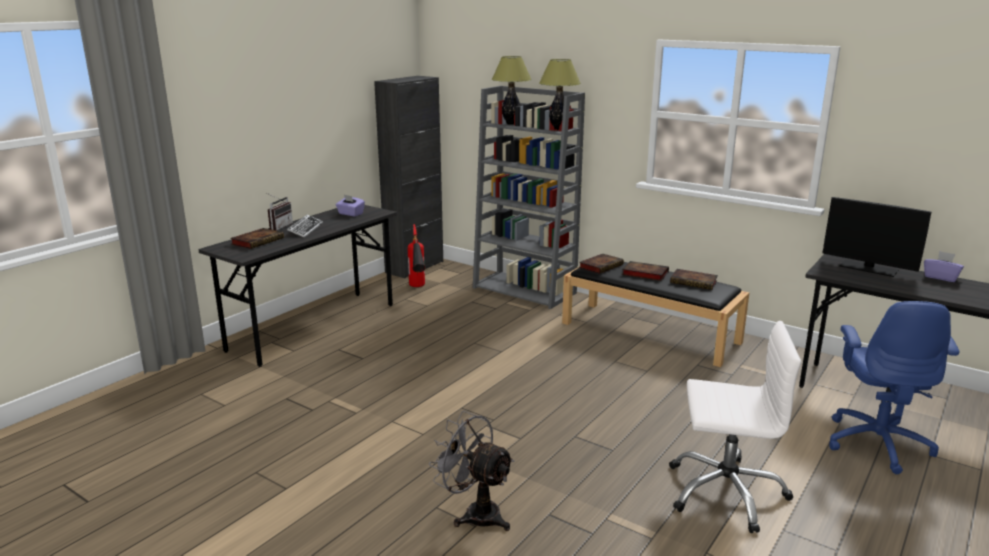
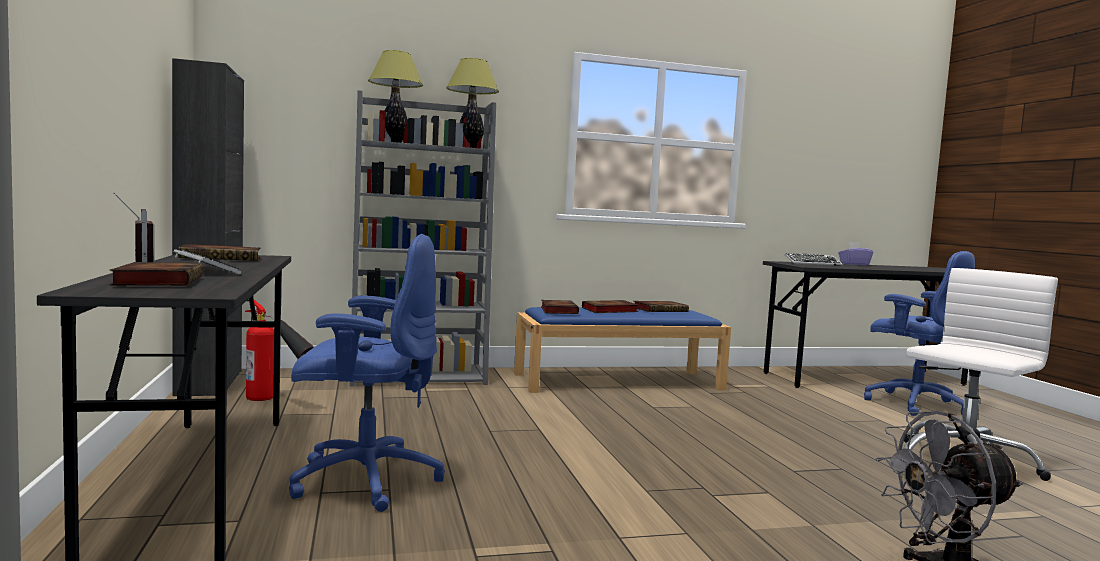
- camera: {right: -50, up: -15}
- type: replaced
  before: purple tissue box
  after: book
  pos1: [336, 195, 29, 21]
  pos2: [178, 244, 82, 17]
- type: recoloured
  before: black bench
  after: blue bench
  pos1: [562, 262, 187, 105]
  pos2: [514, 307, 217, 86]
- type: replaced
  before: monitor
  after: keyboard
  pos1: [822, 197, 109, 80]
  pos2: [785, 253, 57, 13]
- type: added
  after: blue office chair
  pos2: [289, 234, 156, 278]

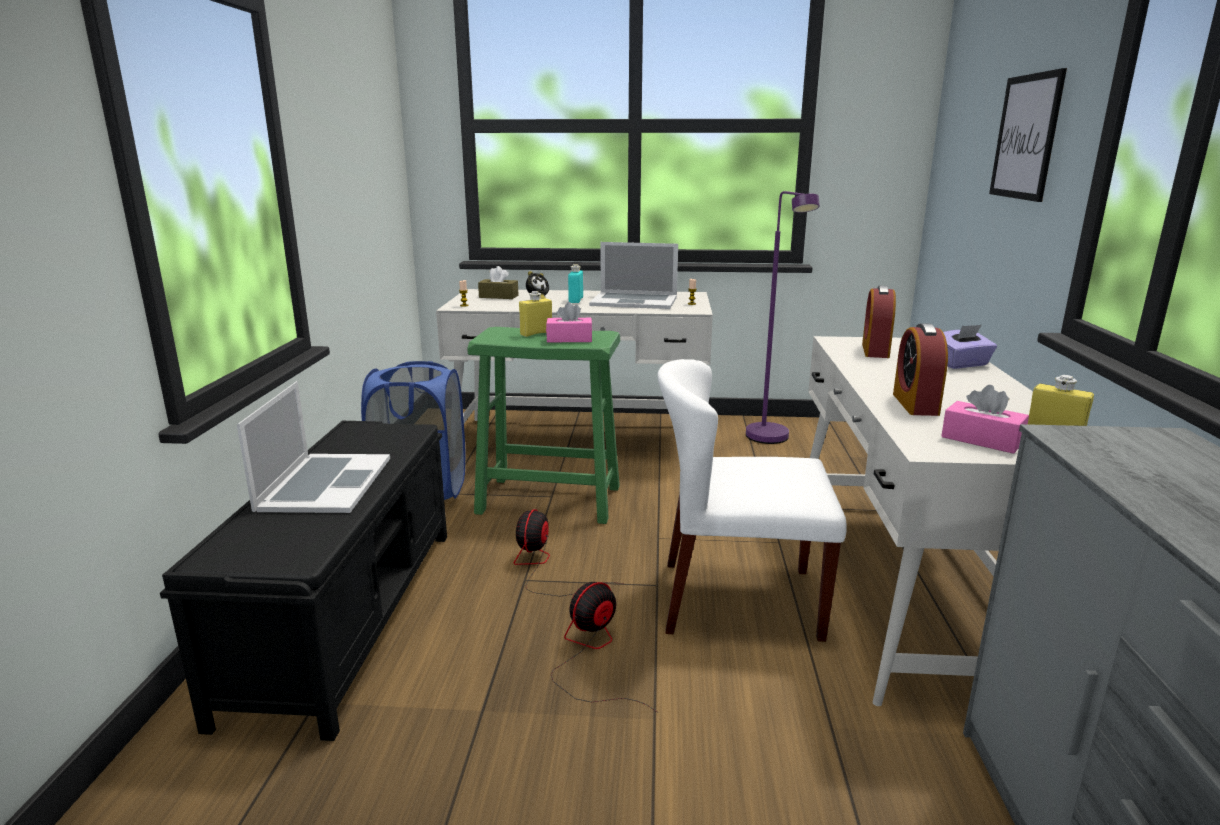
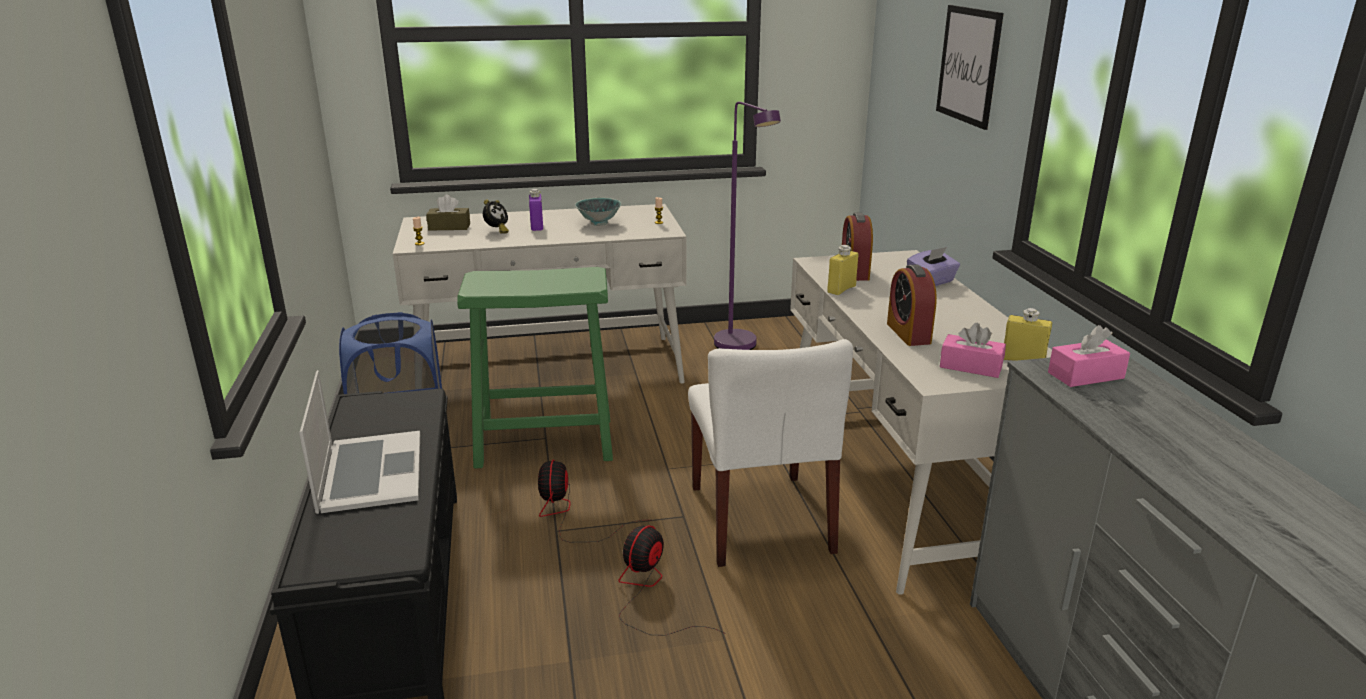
- camera: {right: -15, up: 5}
- type: moved
  before: yellow bottle
  pos1: [519, 291, 33, 46]
  pos2: [827, 245, 31, 50]
- type: moved
  before: pink tissue box
  pos1: [546, 302, 46, 41]
  pos2: [1048, 325, 82, 62]
- type: recoloured
  before: turquoise bottle
  after: purple bottle
  pos1: [568, 264, 15, 39]
  pos2: [529, 189, 14, 42]
- type: replaced
  before: laptop
  after: bowl
  pos1: [589, 242, 89, 67]
  pos2: [575, 198, 46, 28]
- type: turned
  before: white chair
  pos1: [657, 359, 190, 283]
  pos2: [688, 339, 165, 228]
  turn: -90

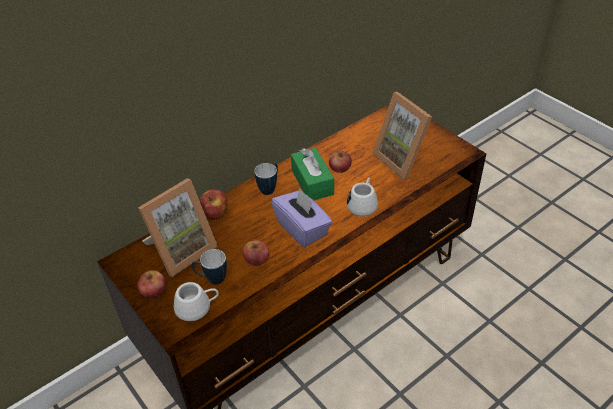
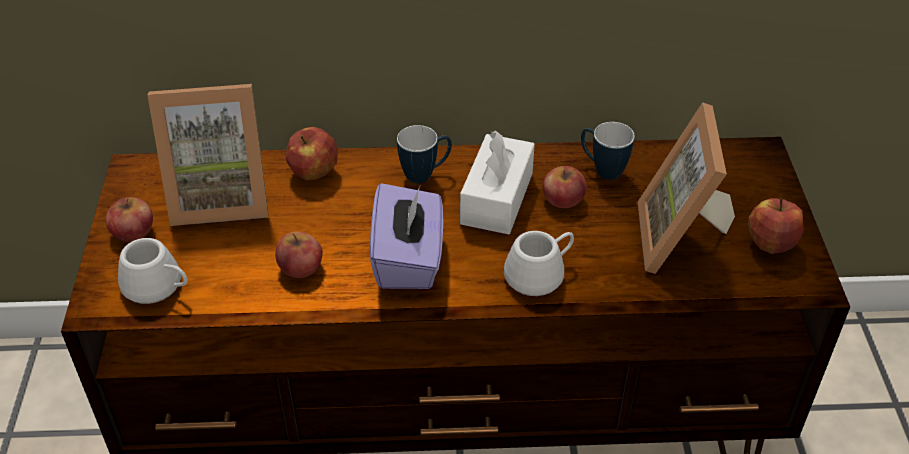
- camera: {right: 35, up: 0}
- type: moved
  before: mug
  pos1: [191, 249, 36, 36]
  pos2: [581, 122, 54, 58]
- type: recoloured
  before: green tissue box
  after: white tissue box
  pos1: [291, 148, 43, 53]
  pos2: [460, 130, 75, 104]
- type: added
  after: apple
  pos2: [748, 198, 56, 56]

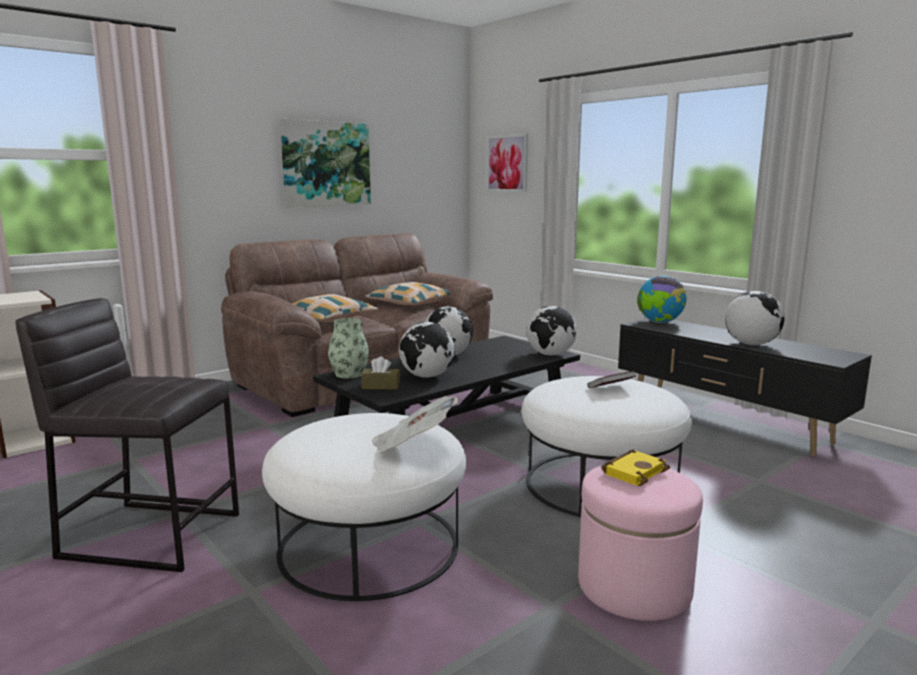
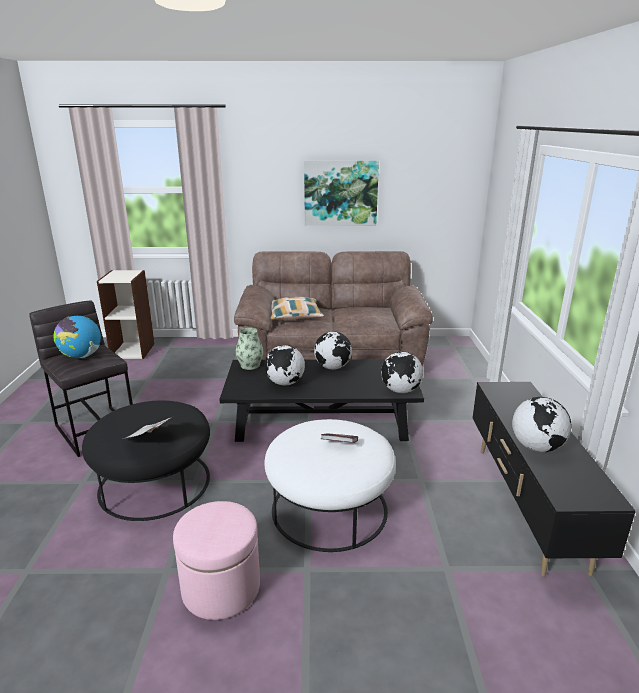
- camera: {right: 40, up: 10}
- type: recoloured
  before: white ottoman
  after: black ottoman
  pos1: [262, 413, 204, 188]
  pos2: [82, 401, 128, 120]
- type: removed
  before: brown tissue box
  pos1: [361, 356, 39, 34]
- type: removed
  before: pillow
  pos1: [365, 282, 85, 23]
- type: removed
  before: picture
  pos1: [487, 134, 41, 58]
- type: removed
  before: yellow book
  pos1: [601, 449, 69, 37]
- type: moved
  before: globe
  pos1: [637, 276, 49, 47]
  pos2: [53, 316, 48, 42]

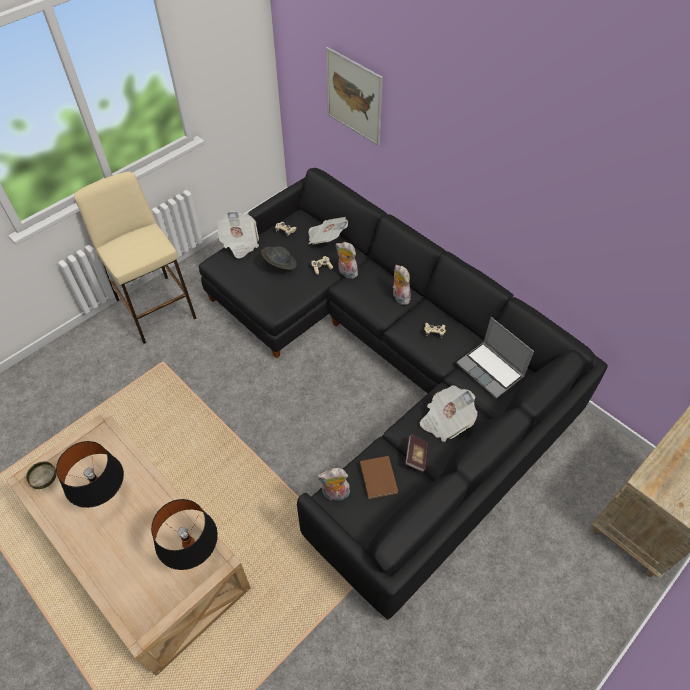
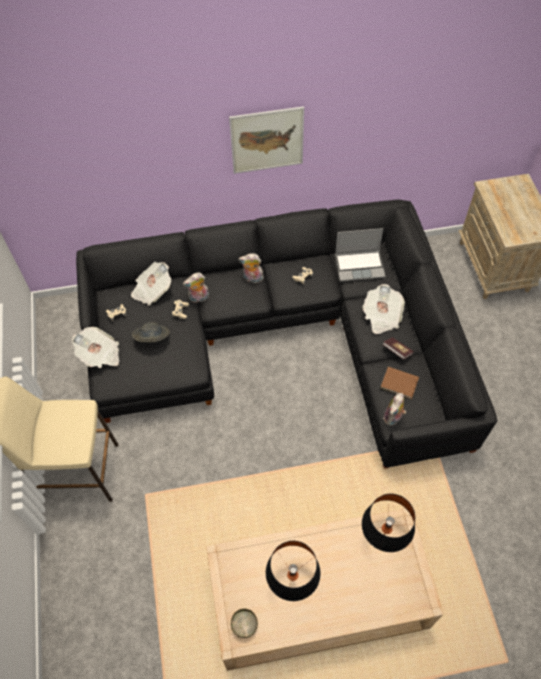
- camera: {right: -55, up: 5}
- type: moved
  before: picture
  pos1: [326, 47, 57, 99]
  pos2: [229, 106, 75, 68]

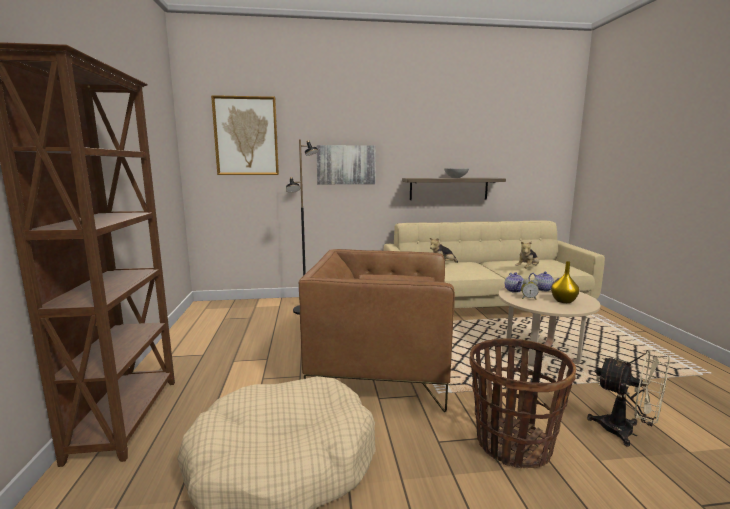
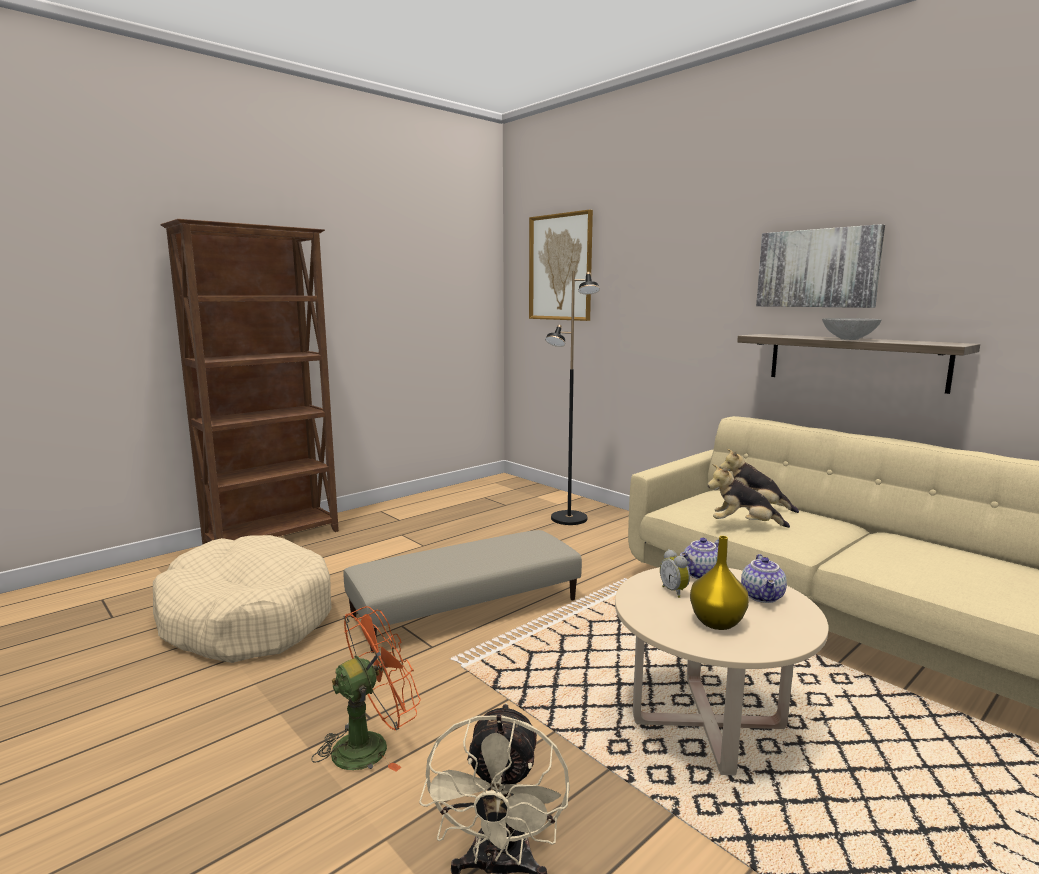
- camera: {right: 55, up: 0}
- type: replaced
  before: brown armchair
  after: beige ottoman
  pos1: [299, 249, 156, 163]
  pos2: [343, 530, 239, 123]
- type: moved
  before: picture
  pos1: [316, 145, 60, 39]
  pos2: [756, 224, 129, 84]
- type: replaced
  before: basket
  after: orange fan
  pos1: [470, 338, 106, 130]
  pos2: [311, 606, 110, 166]
- type: moved
  before: plush toy
  pos1: [515, 241, 24, 28]
  pos2: [707, 464, 83, 64]

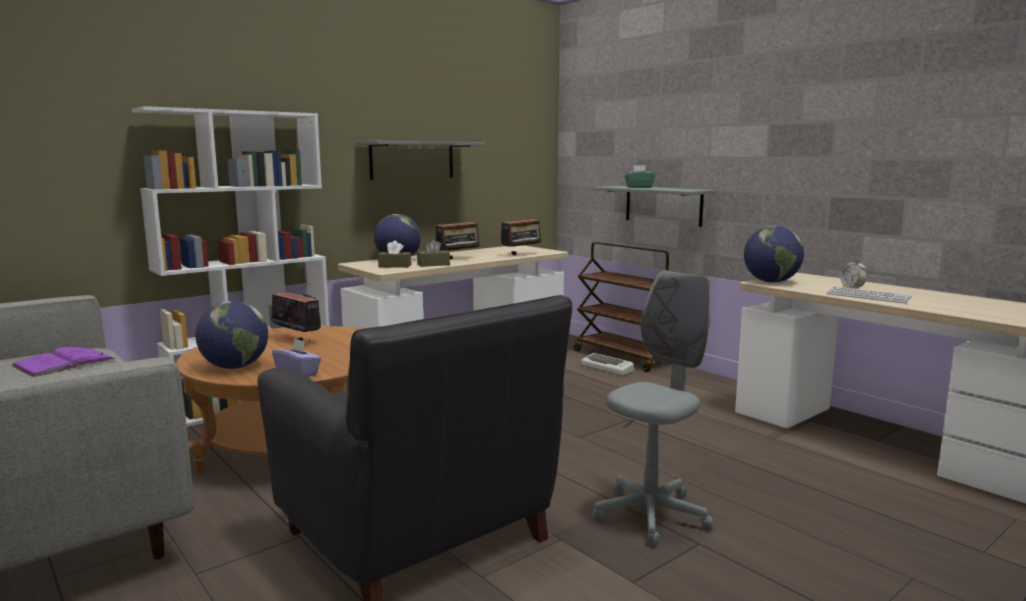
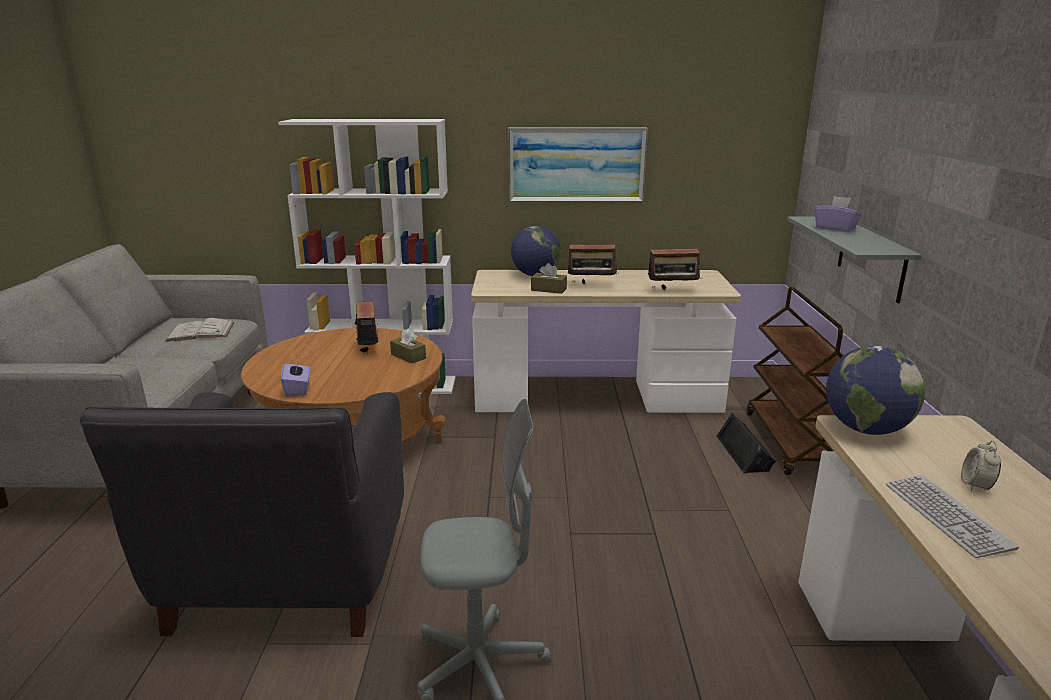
- camera: {right: 40, up: 10}
- type: recoloured
  before: purple book
  after: white book
  pos1: [11, 347, 104, 30]
  pos2: [165, 318, 69, 24]
- type: removed
  before: globe
  pos1: [196, 301, 72, 68]
- type: replaced
  before: grey shelf
  after: picture
  pos1: [356, 141, 130, 39]
  pos2: [509, 128, 139, 75]
- type: moved
  before: brown tissue box
  pos1: [378, 240, 33, 28]
  pos2: [390, 329, 36, 35]
- type: replaced
  before: keyboard
  after: black speaker
  pos1: [581, 353, 53, 23]
  pos2: [716, 413, 60, 60]
- type: recoloured
  before: green tissue box
  after: purple tissue box
  pos1: [624, 165, 31, 23]
  pos2: [814, 196, 48, 36]

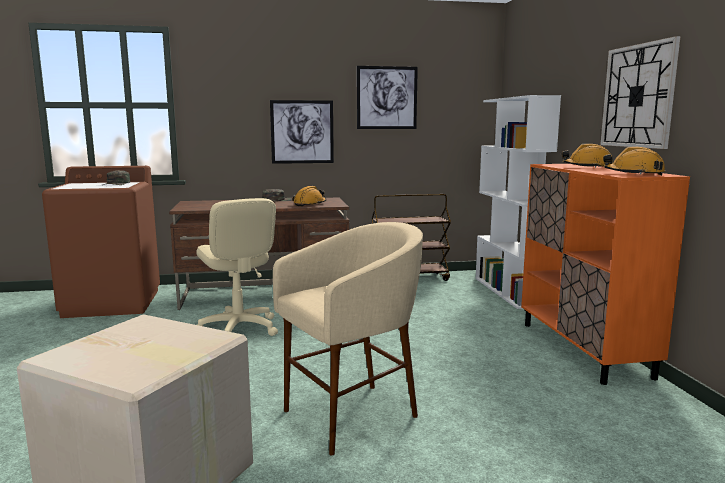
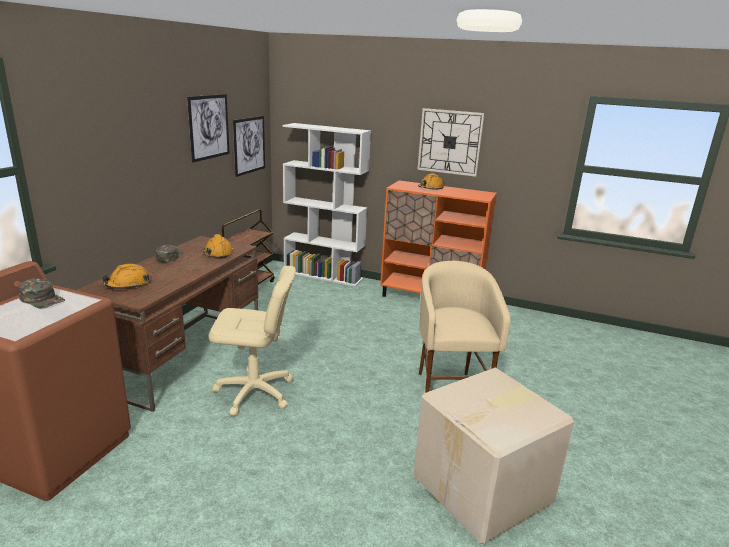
- camera: {right: -60, up: 10}
- type: moved
  before: picture
  pos1: [270, 100, 64, 64]
  pos2: [233, 116, 32, 61]
- type: moved
  before: orange hard hat
  pos1: [603, 147, 62, 29]
  pos2: [101, 264, 49, 25]

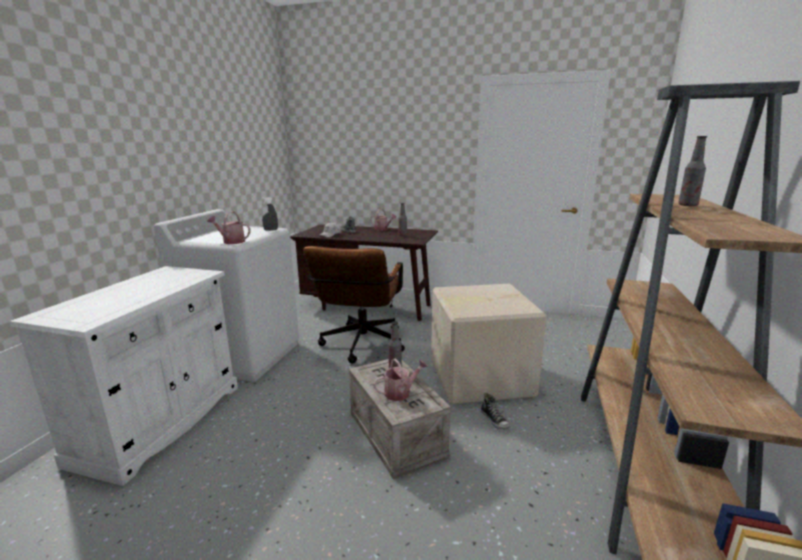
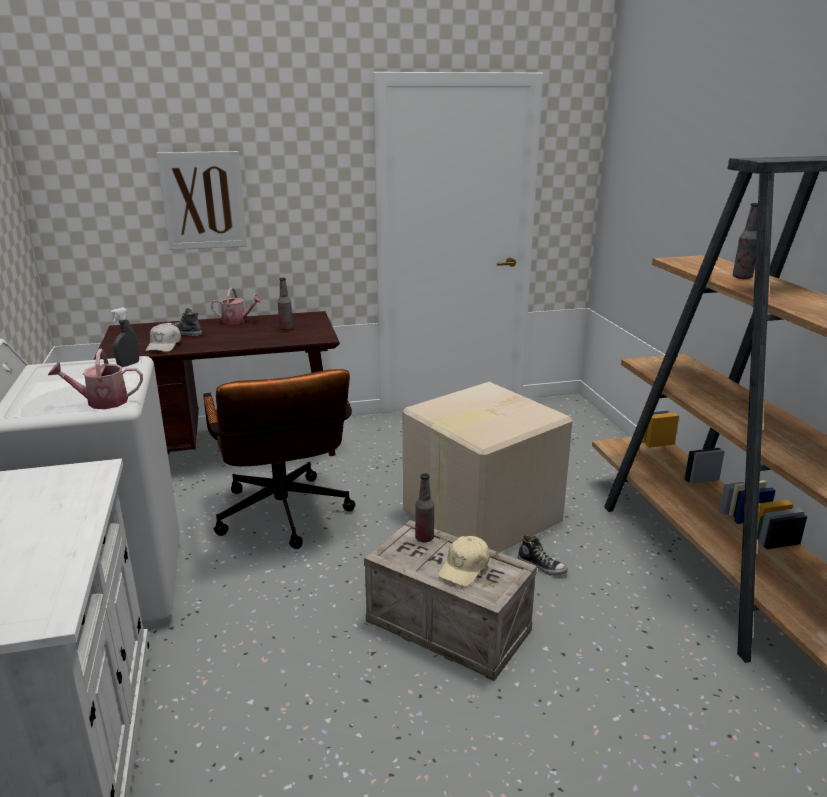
- camera: {right: -30, up: 5}
- type: replaced
  before: watering can
  after: beige cap
  pos1: [373, 358, 55, 43]
  pos2: [438, 536, 51, 50]
- type: added
  after: picture
  pos2: [156, 151, 91, 99]

